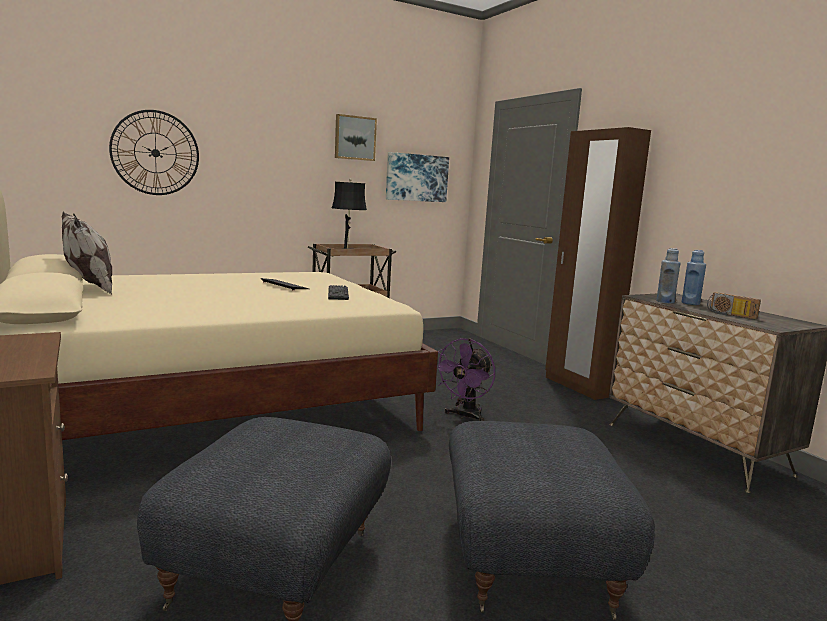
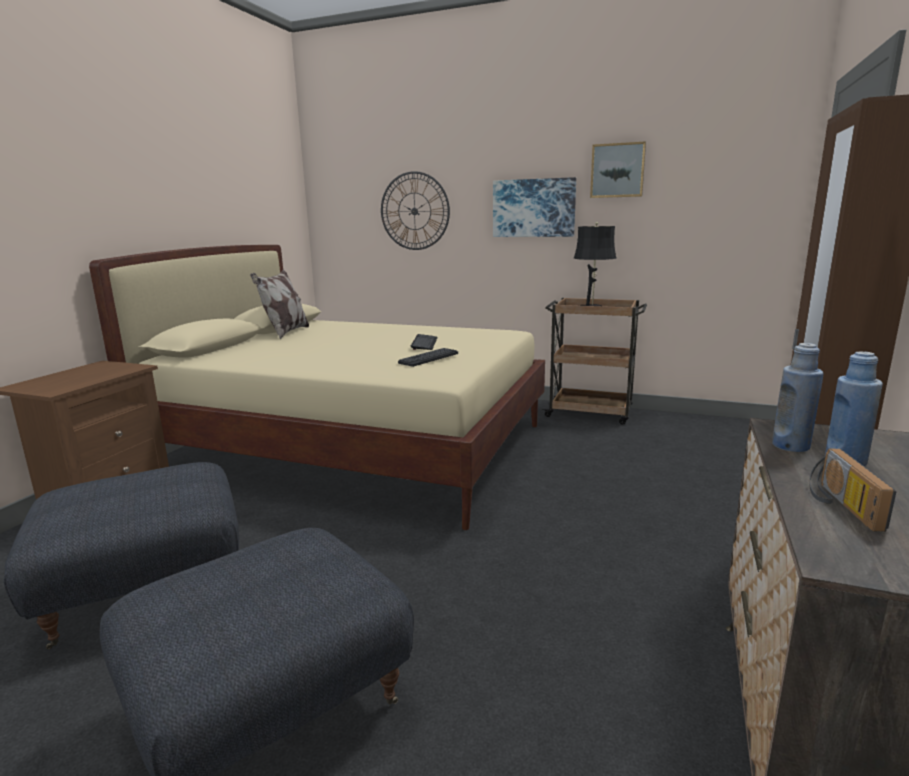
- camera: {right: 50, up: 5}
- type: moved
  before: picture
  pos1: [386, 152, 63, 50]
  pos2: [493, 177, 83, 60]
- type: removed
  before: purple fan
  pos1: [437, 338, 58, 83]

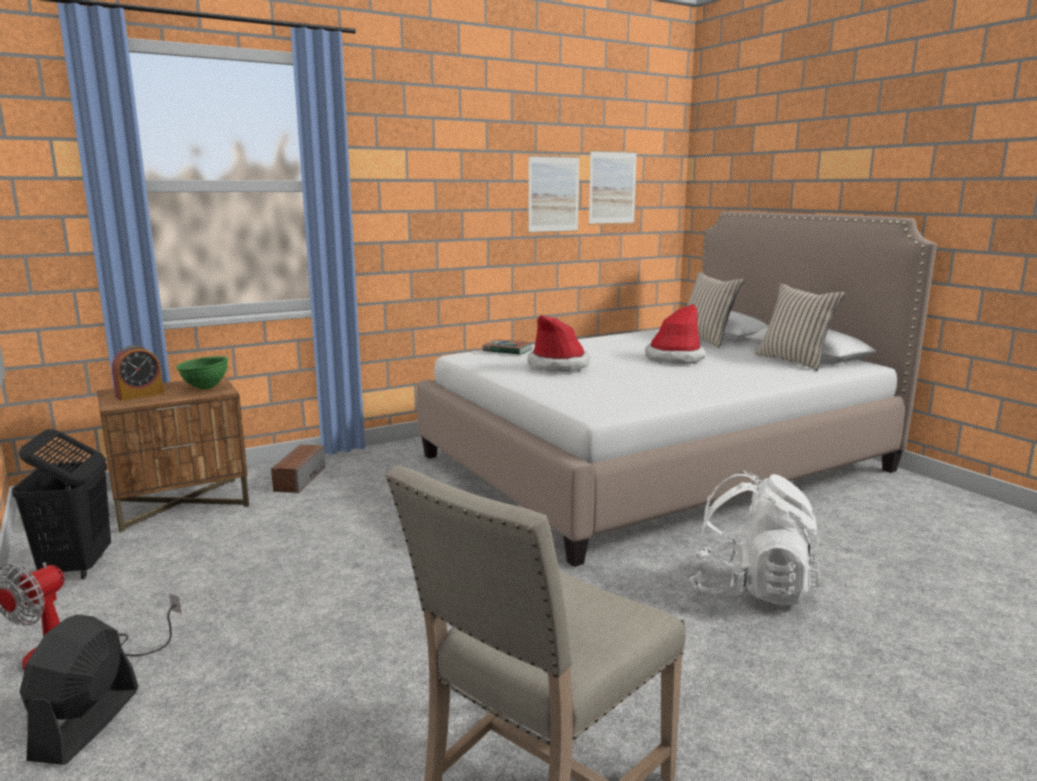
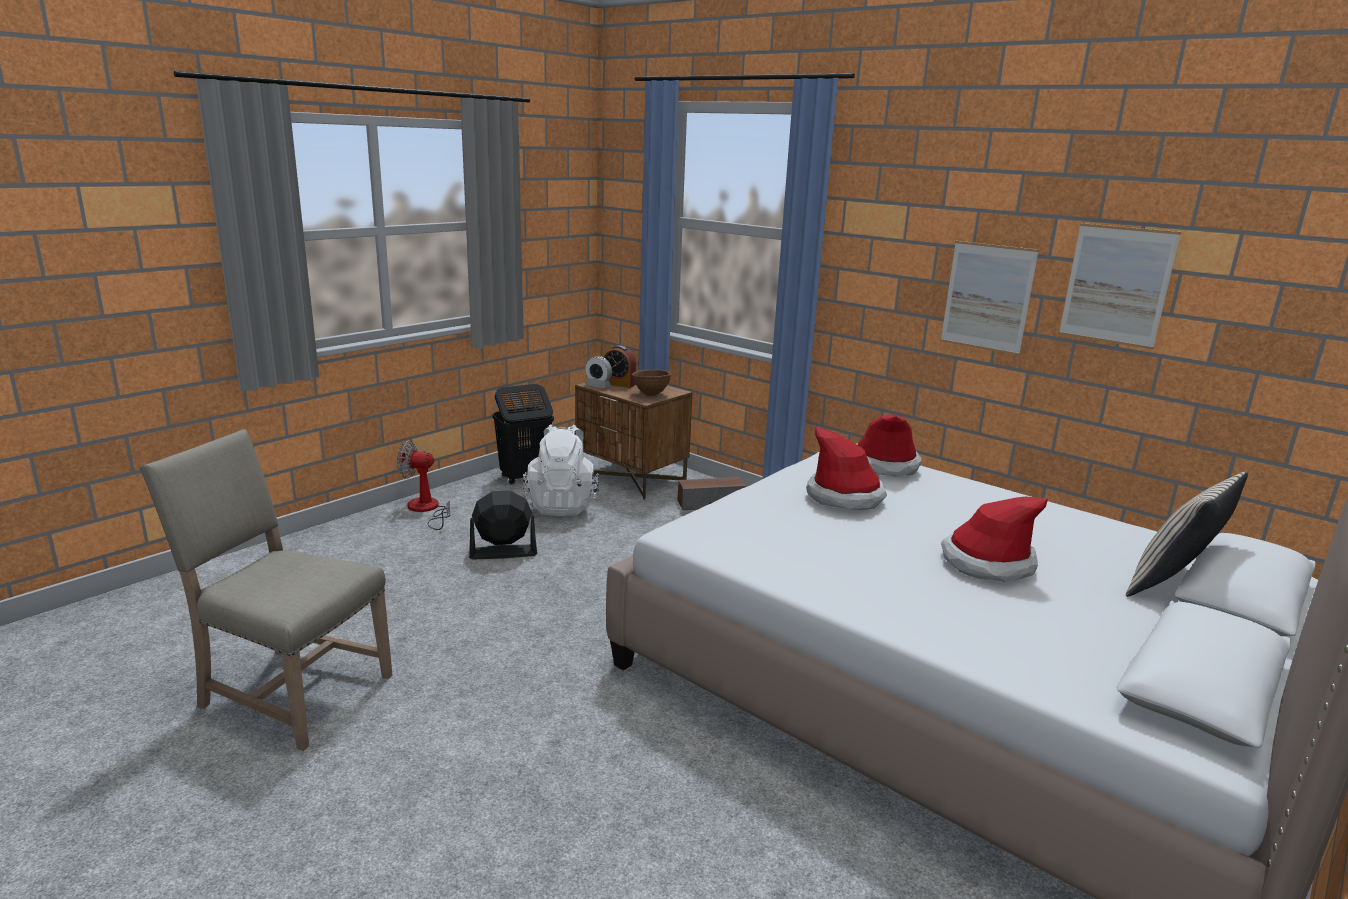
- camera: {right: 70, up: 5}
- type: moved
  before: black fan
  pos1: [19, 615, 120, 150]
  pos2: [469, 490, 68, 69]
- type: recoloured
  before: green bowl
  after: brown bowl
  pos1: [176, 356, 52, 33]
  pos2: [632, 369, 40, 27]
- type: replaced
  before: book
  after: hat
  pos1: [482, 339, 51, 16]
  pos2: [856, 415, 66, 61]
- type: moved
  before: picture
  pos1: [588, 150, 49, 75]
  pos2: [941, 241, 98, 115]
- type: moved
  before: white backpack
  pos1: [689, 471, 131, 134]
  pos2: [523, 424, 76, 92]
- type: removed
  before: beige pillow
  pos1: [755, 284, 91, 87]
- type: added
  after: alarm clock
  pos2: [585, 356, 27, 32]

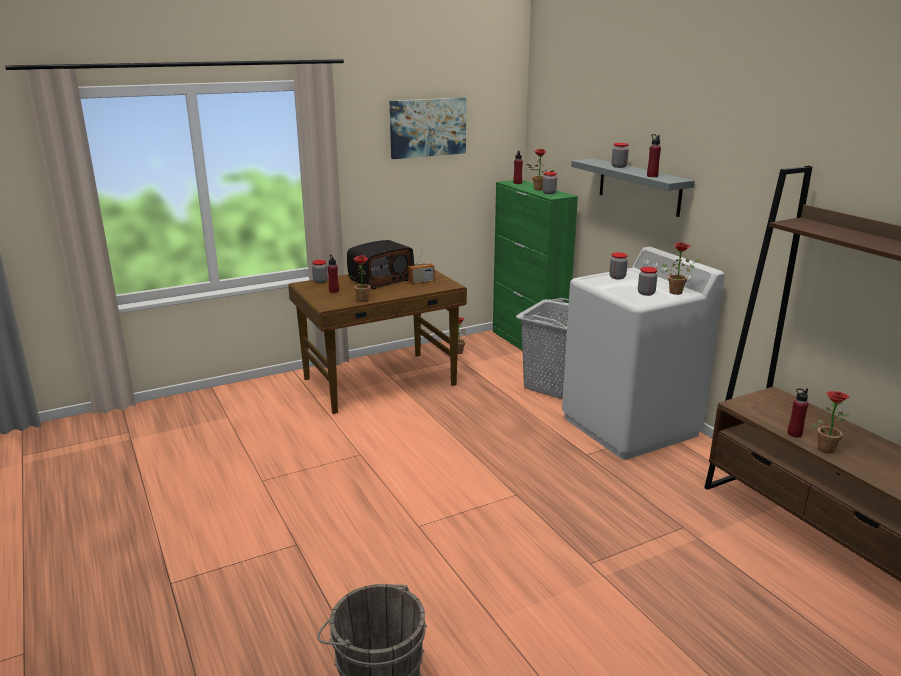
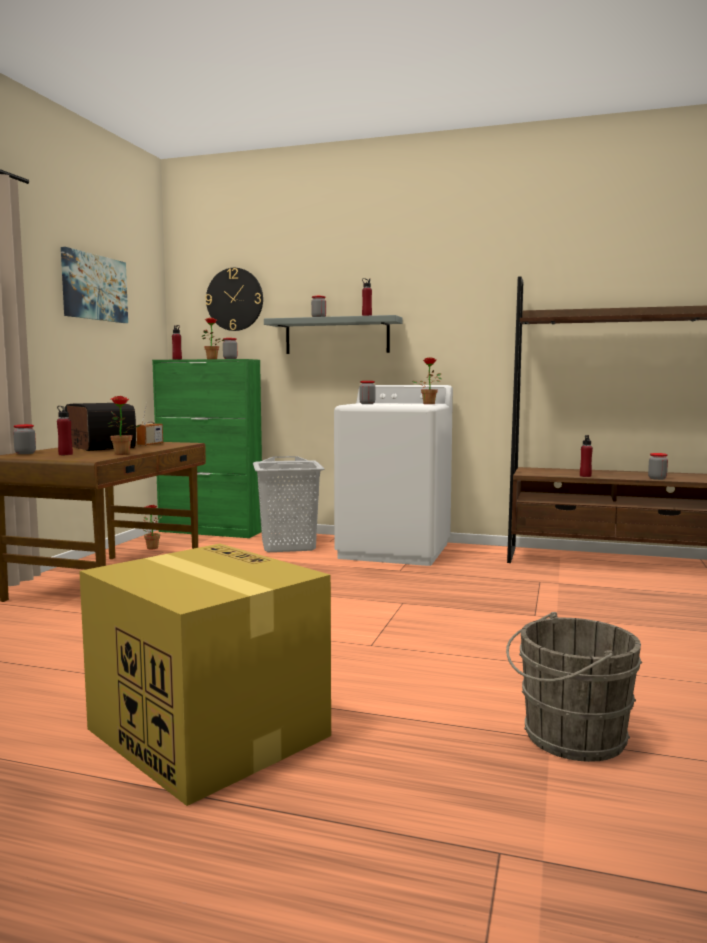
- camera: {right: -45, up: -15}
- type: turned
  before: radio
  pos1: [347, 240, 67, 49]
  pos2: [66, 403, 70, 48]
  turn: -45
- type: moved
  before: jar
  pos1: [638, 267, 19, 29]
  pos2: [648, 453, 20, 27]
- type: removed
  before: potted plant
  pos1: [811, 391, 39, 62]
- type: added
  after: cardboard box
  pos2: [79, 544, 252, 262]
- type: added
  after: wall clock
  pos2: [205, 268, 58, 63]

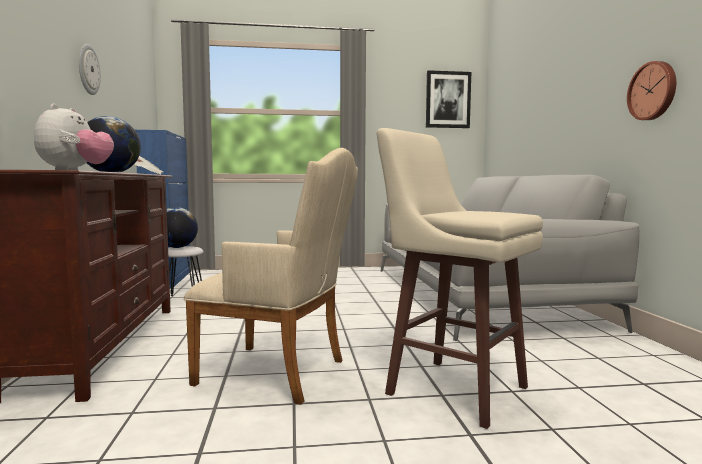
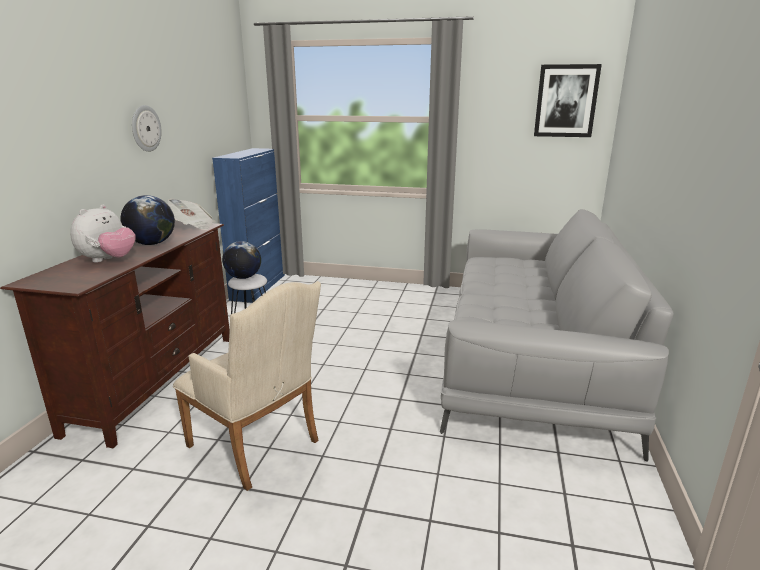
- camera: {right: 20, up: 15}
- type: removed
  before: beige stool
  pos1: [377, 128, 166, 301]
- type: removed
  before: wall clock
  pos1: [627, 61, 49, 59]

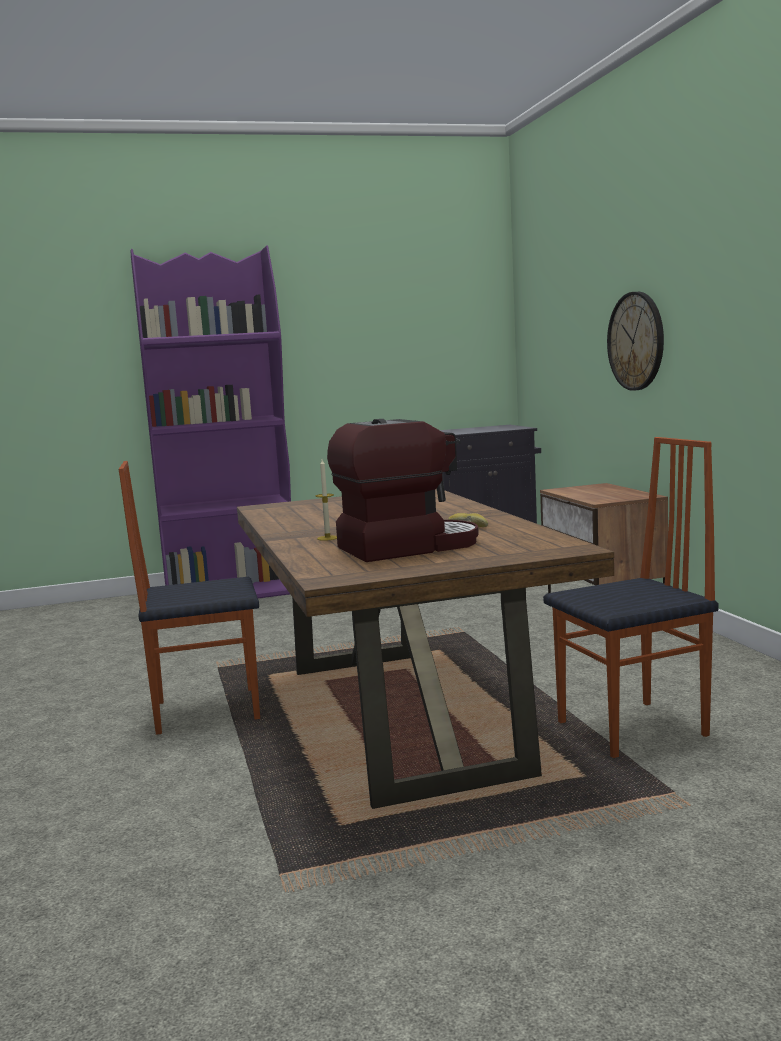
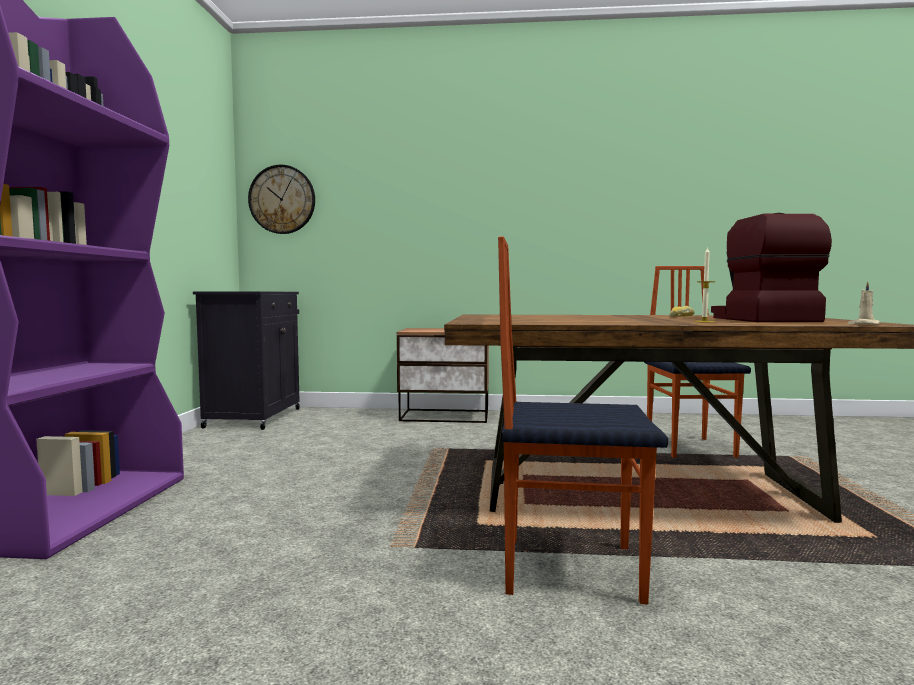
- camera: {right: -70, up: -5}
- type: turned
  before: chair
  pos1: [119, 461, 141, 274]
  pos2: [498, 236, 170, 368]
  turn: 90
- type: moved
  before: wall clock
  pos1: [607, 292, 57, 99]
  pos2: [248, 165, 67, 69]
- type: added
  after: beige candle
  pos2: [847, 281, 33, 44]

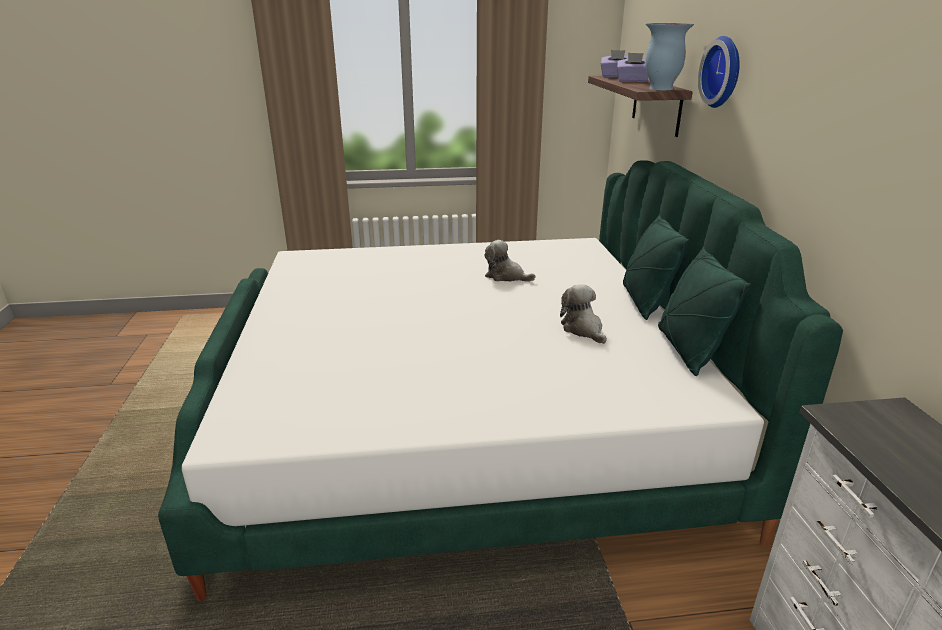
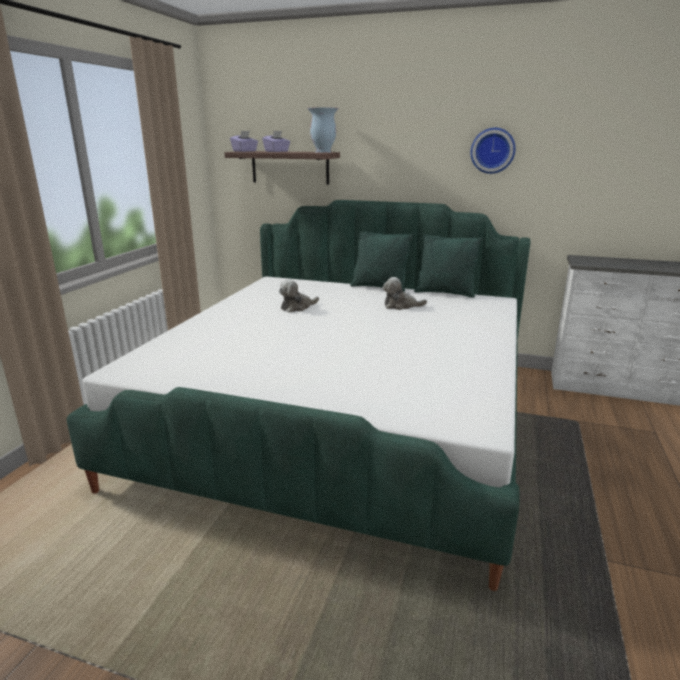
- camera: {right: -65, up: -5}
- type: moved
  before: wall clock
  pos1: [698, 36, 42, 72]
  pos2: [471, 128, 45, 46]

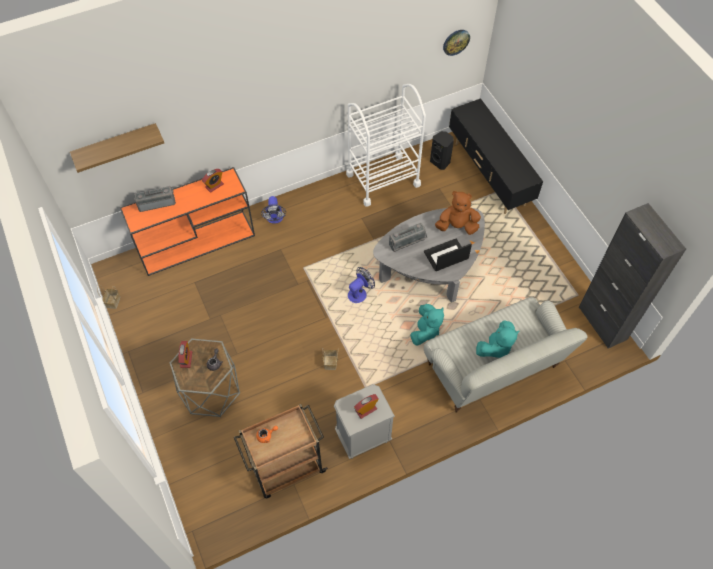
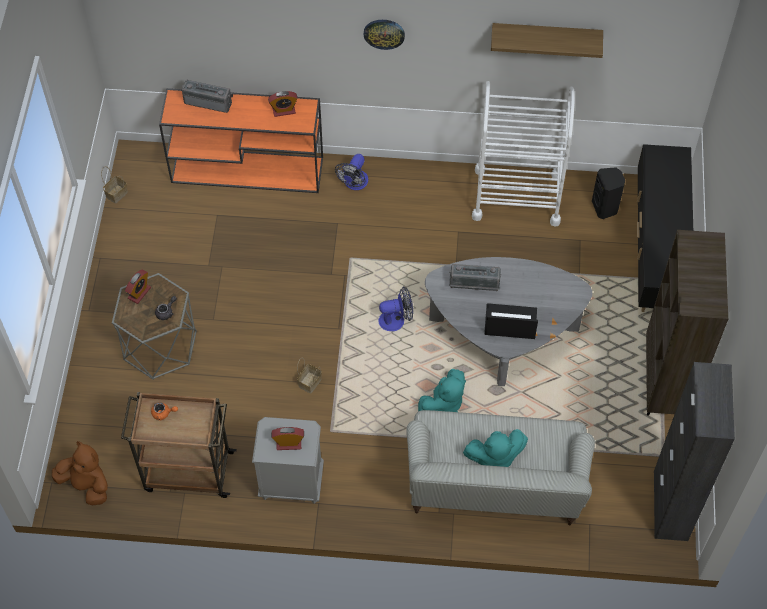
- camera: {right: 30, up: 0}
- type: moved
  before: shelf
  pos1: [70, 123, 94, 50]
  pos2: [491, 23, 112, 35]
- type: moved
  before: brown plush toy
  pos1: [435, 191, 46, 44]
  pos2: [52, 441, 56, 64]
- type: moved
  before: wall clock
  pos1: [443, 30, 27, 26]
  pos2: [363, 20, 42, 30]
- type: added
  after: brown bookcase
  pos2: [646, 230, 82, 185]

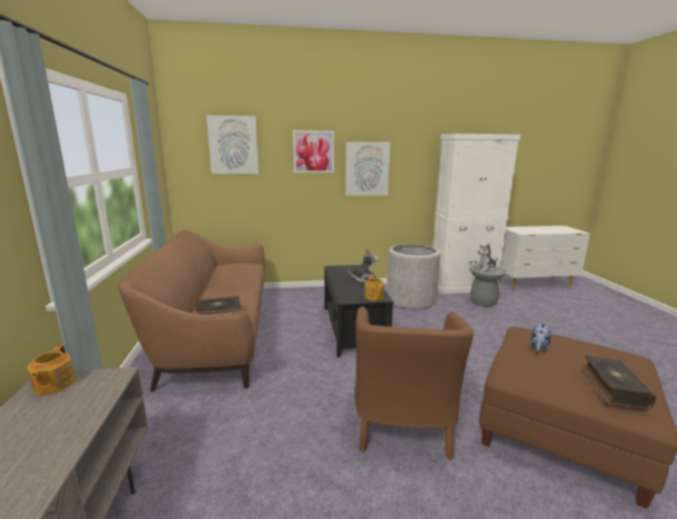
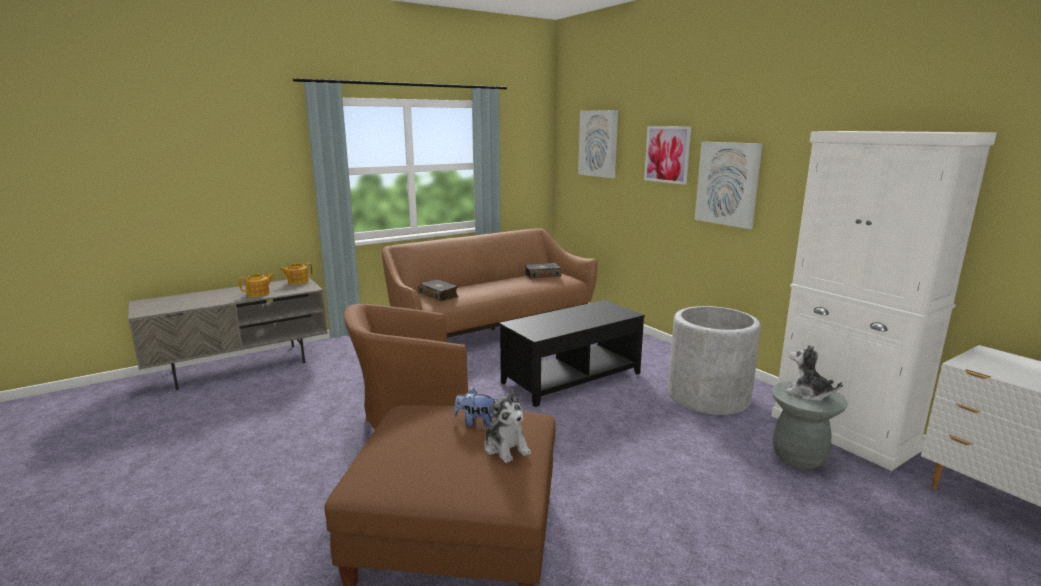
- camera: {right: 65, up: 0}
- type: moved
  before: plush toy
  pos1: [348, 249, 31, 33]
  pos2: [484, 389, 47, 74]
- type: moved
  before: teapot
  pos1: [364, 276, 21, 25]
  pos2: [239, 273, 35, 24]
- type: moved
  before: book
  pos1: [581, 355, 75, 54]
  pos2: [525, 263, 37, 16]

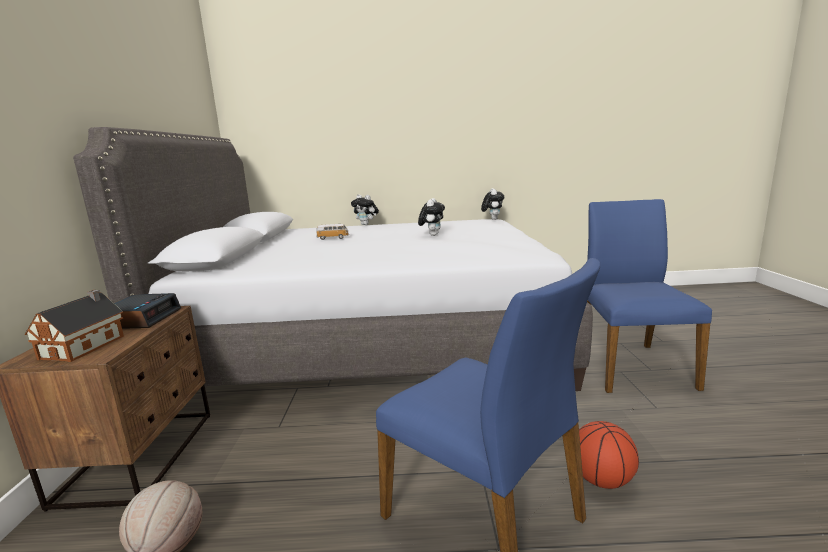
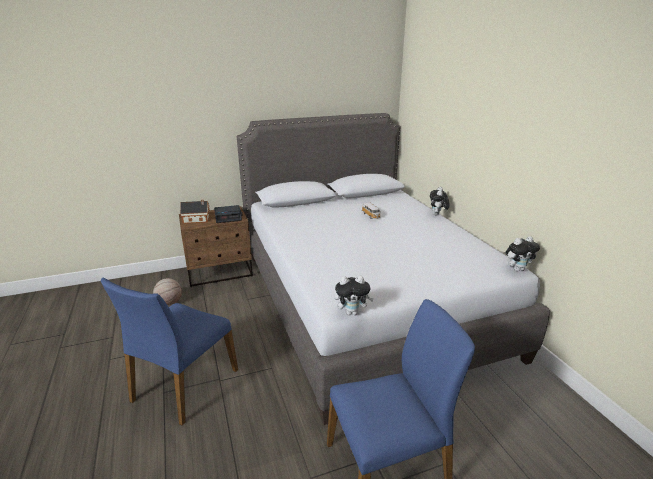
- camera: {right: 70, up: 10}
- type: moved
  before: plush toy
  pos1: [418, 198, 27, 38]
  pos2: [335, 276, 39, 39]
- type: removed
  before: basketball
  pos1: [579, 421, 60, 68]

